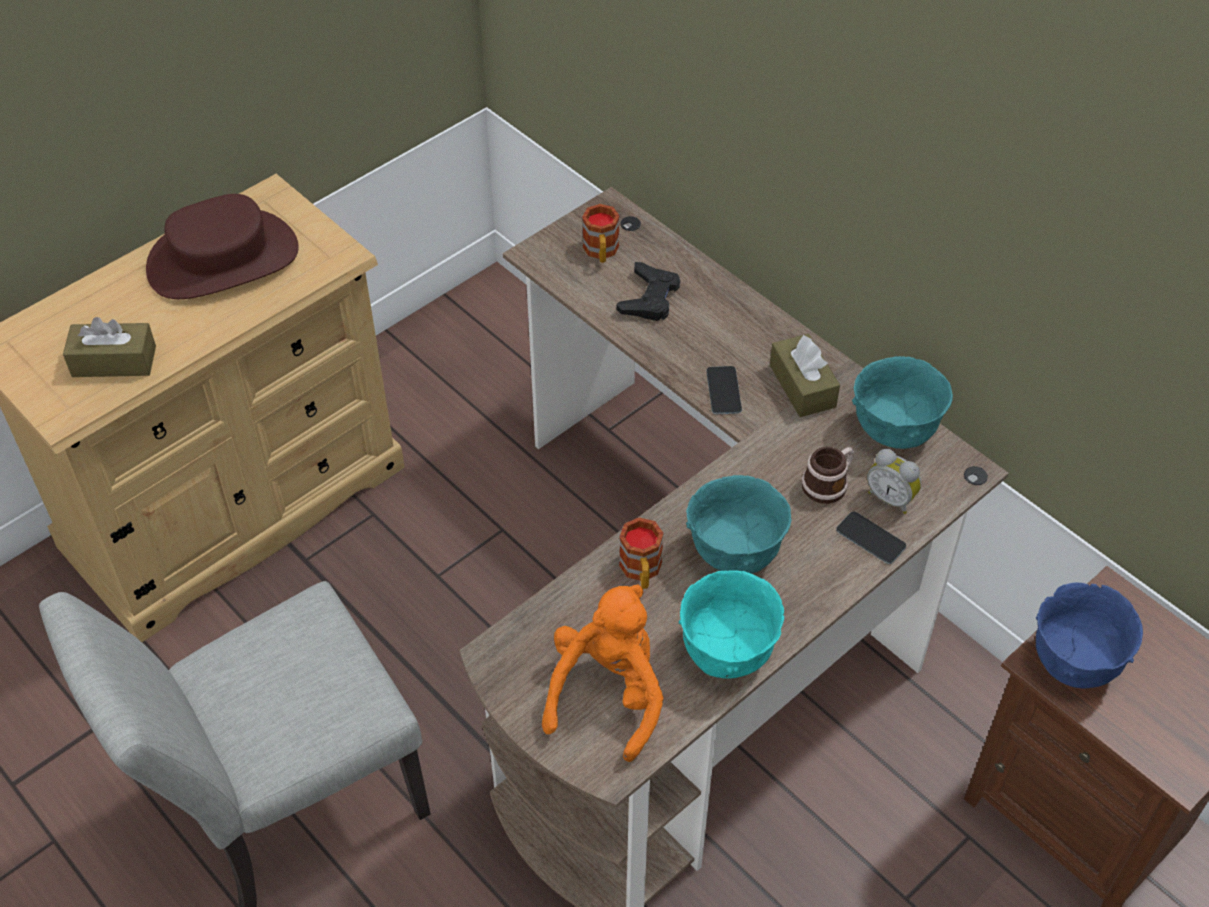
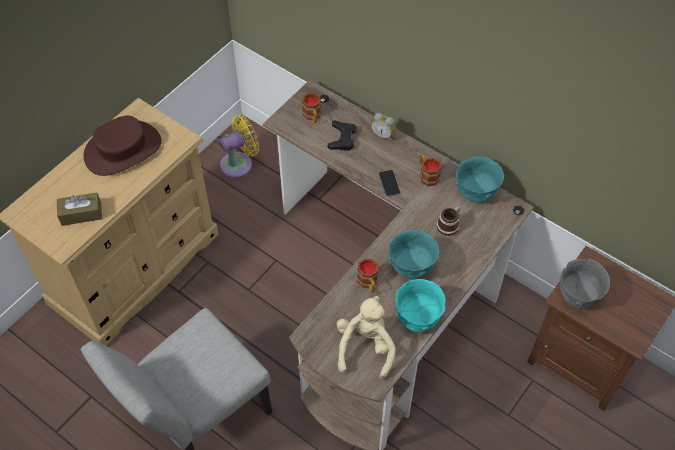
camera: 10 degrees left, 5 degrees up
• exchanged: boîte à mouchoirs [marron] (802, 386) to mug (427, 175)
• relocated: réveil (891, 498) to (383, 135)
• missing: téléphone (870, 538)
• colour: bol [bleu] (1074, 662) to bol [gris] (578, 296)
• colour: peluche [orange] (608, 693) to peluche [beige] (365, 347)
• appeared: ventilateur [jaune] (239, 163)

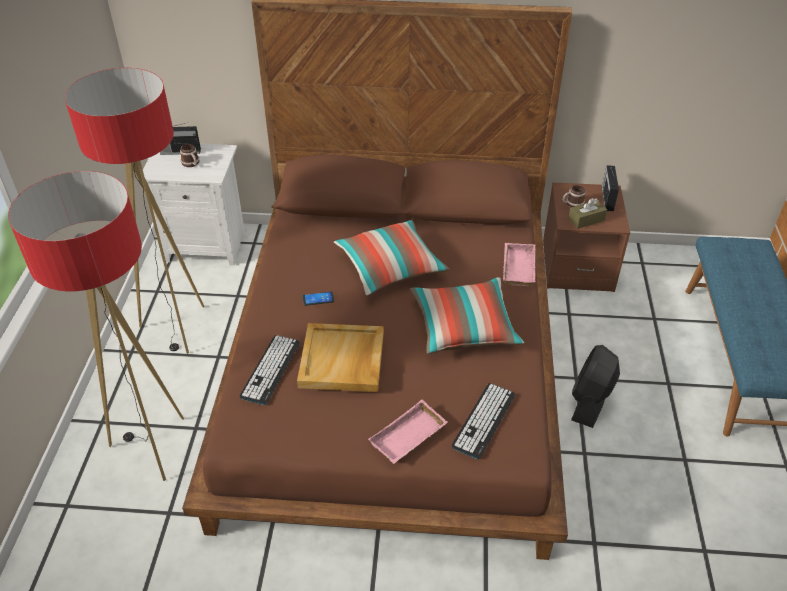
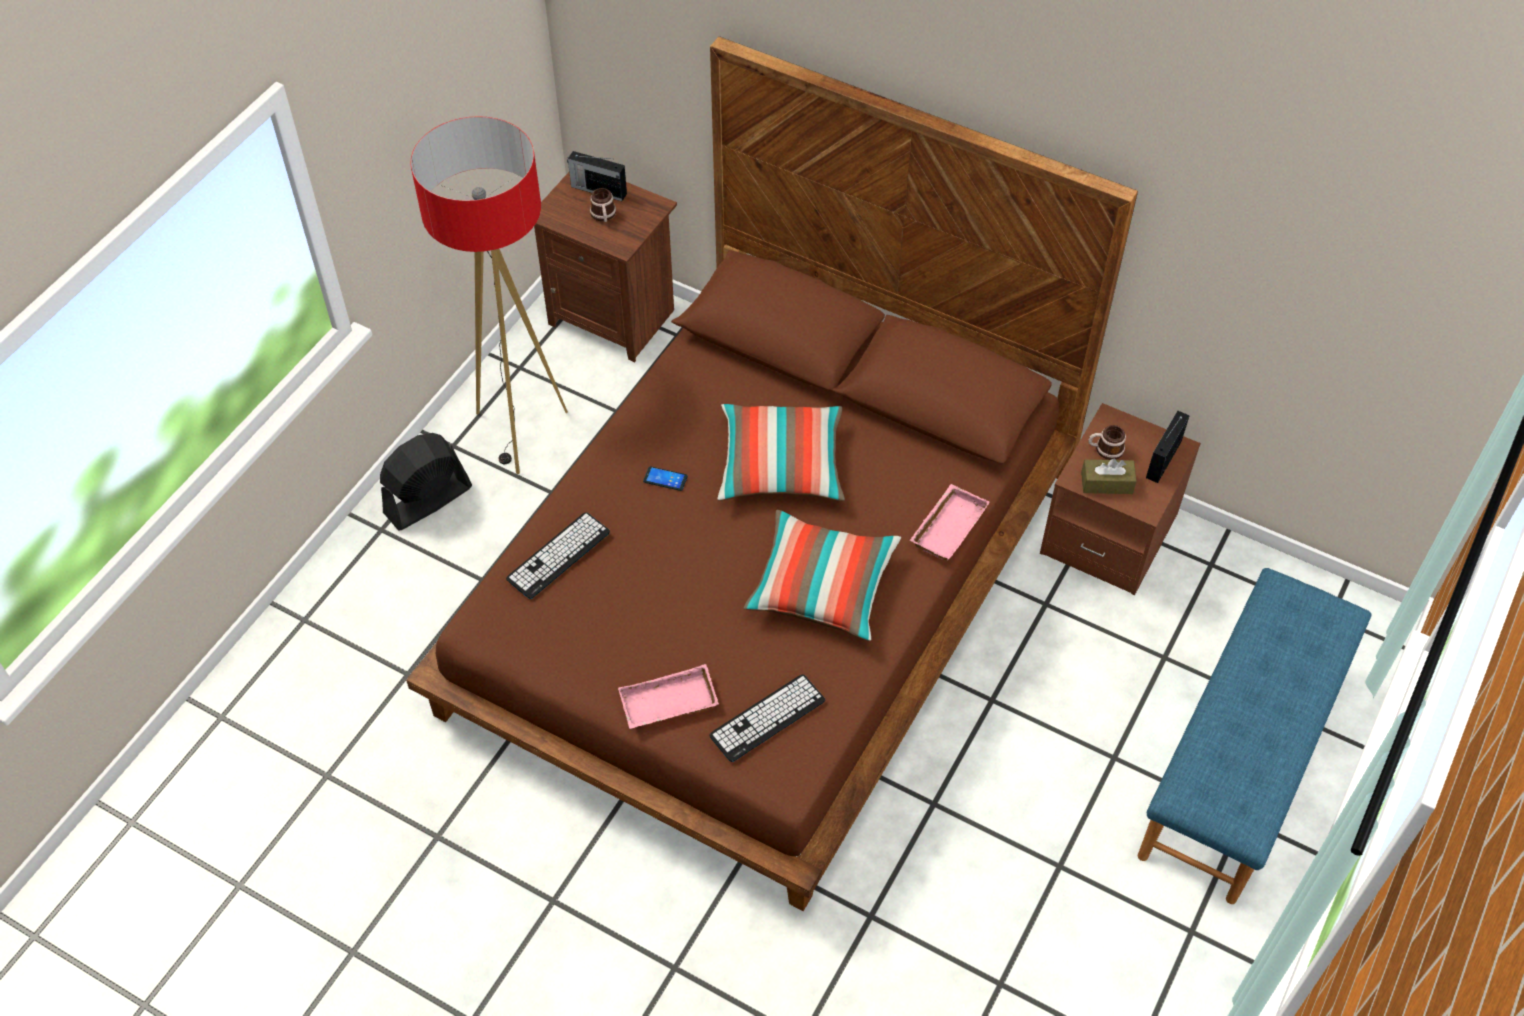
camera: 25 degrees right, 10 degrees up
• colour: table de chevet [blanc] (206, 245) to table de chevet [marron] (613, 316)
• missing: lampadaire (152, 447)
• missing: plateau [beige] (342, 360)
• relocated: ventilateur [noir] (590, 401) to (427, 500)

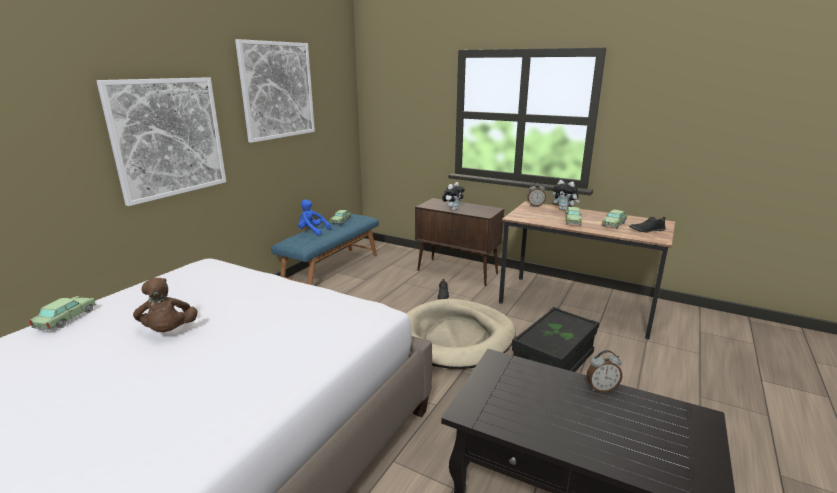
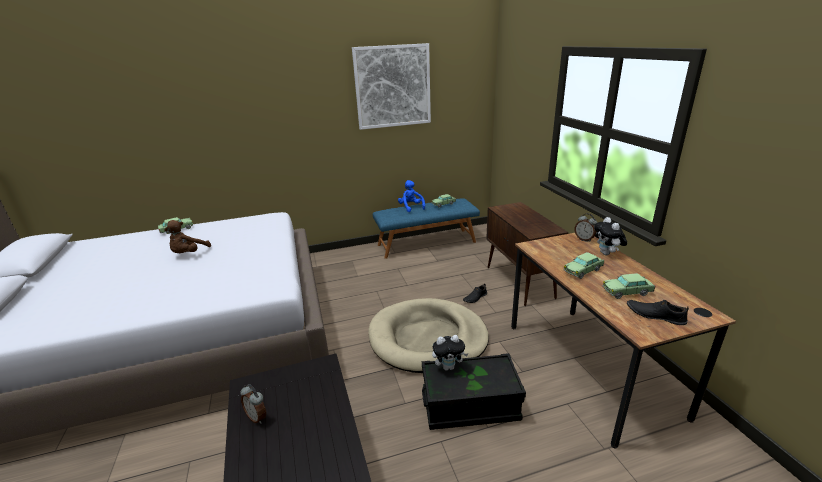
camera: 45 degrees right, 5 degrees up
• missing: tableau (168, 138)
• relocated: peluche (453, 209) to (449, 367)
• relocated: réveil (601, 388) to (257, 417)

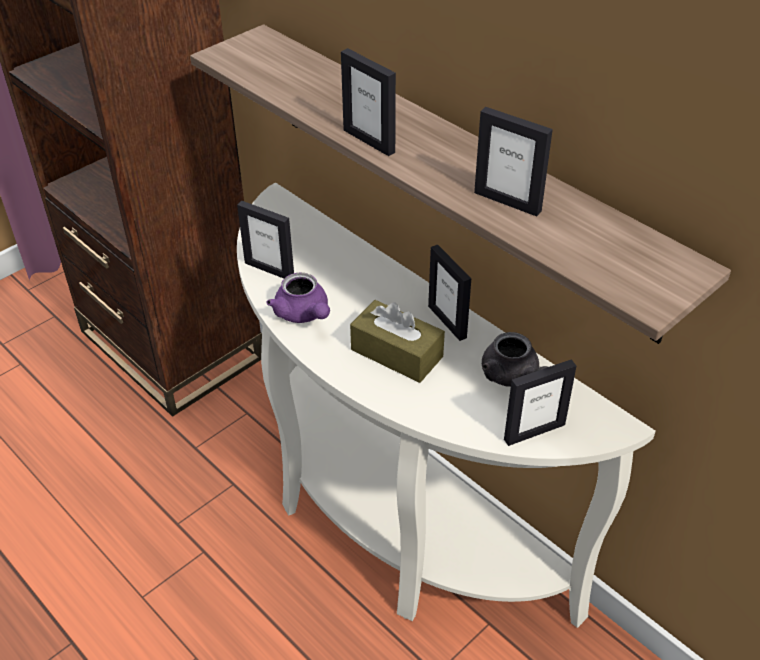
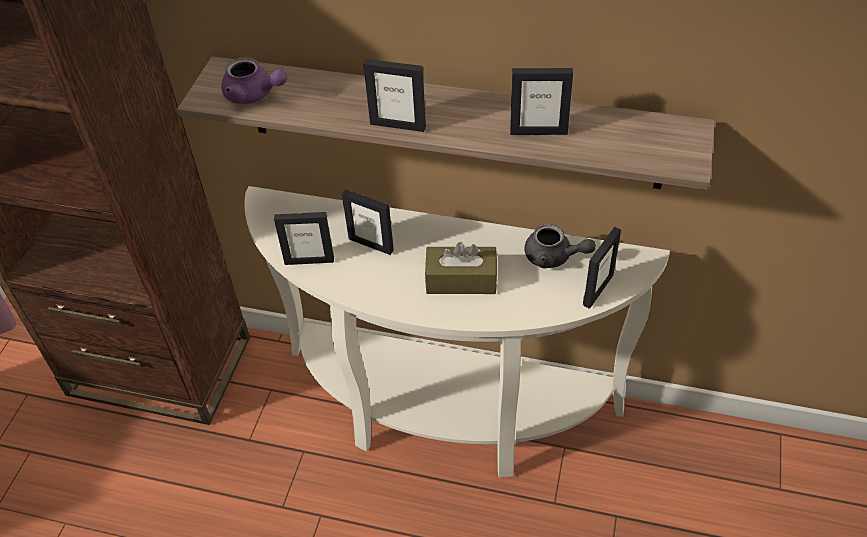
camera: 30 degrees left, 5 degrees up
• relocated: cadre photo (447, 321) to (371, 244)
• relocated: théière [violet] (303, 314) to (254, 95)

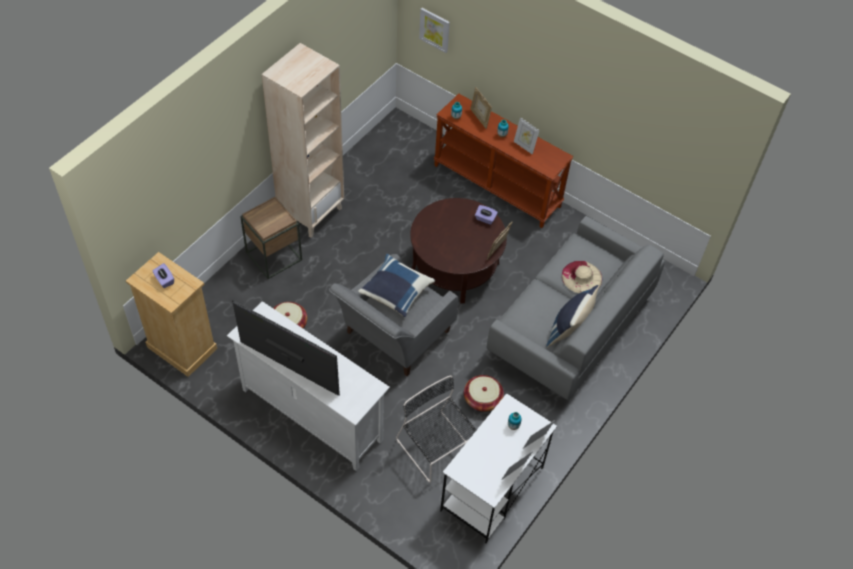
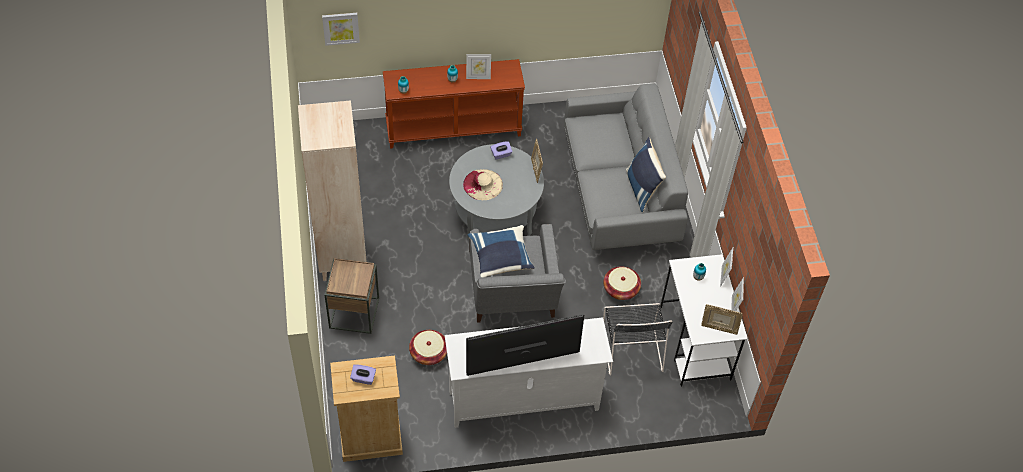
camera: 45 degrees left, 0 degrees up
• relocated: cadre photo (479, 118) to (719, 328)
• colour: table basse [marron] (455, 267) to table basse [gris] (495, 212)
• relocated: chapeau [beige] (581, 277) to (483, 184)
• spun: chaise [noir] (437, 448) = (631, 348) 105 degrees counterclockwise

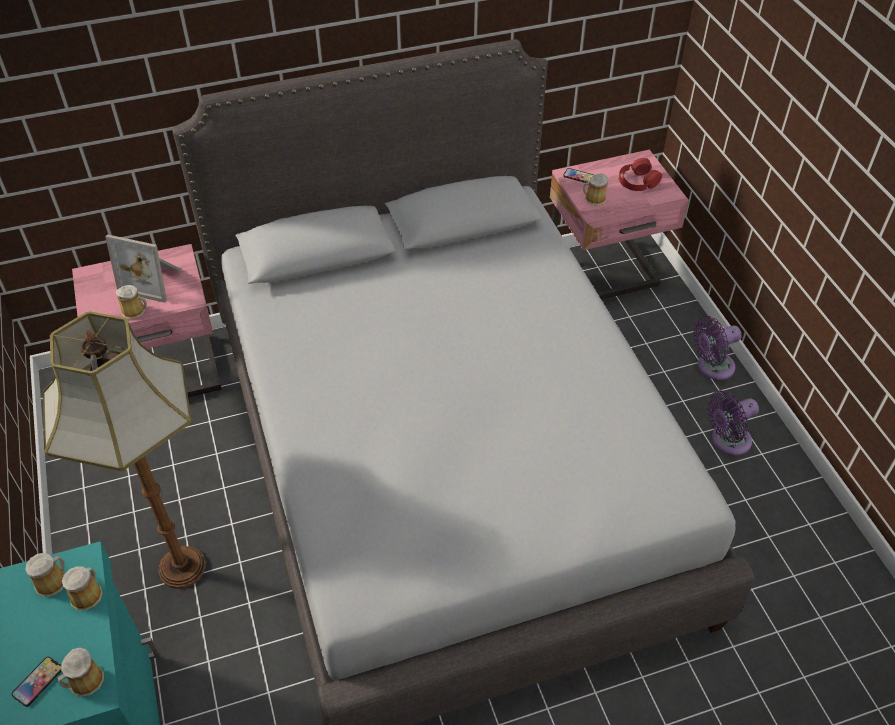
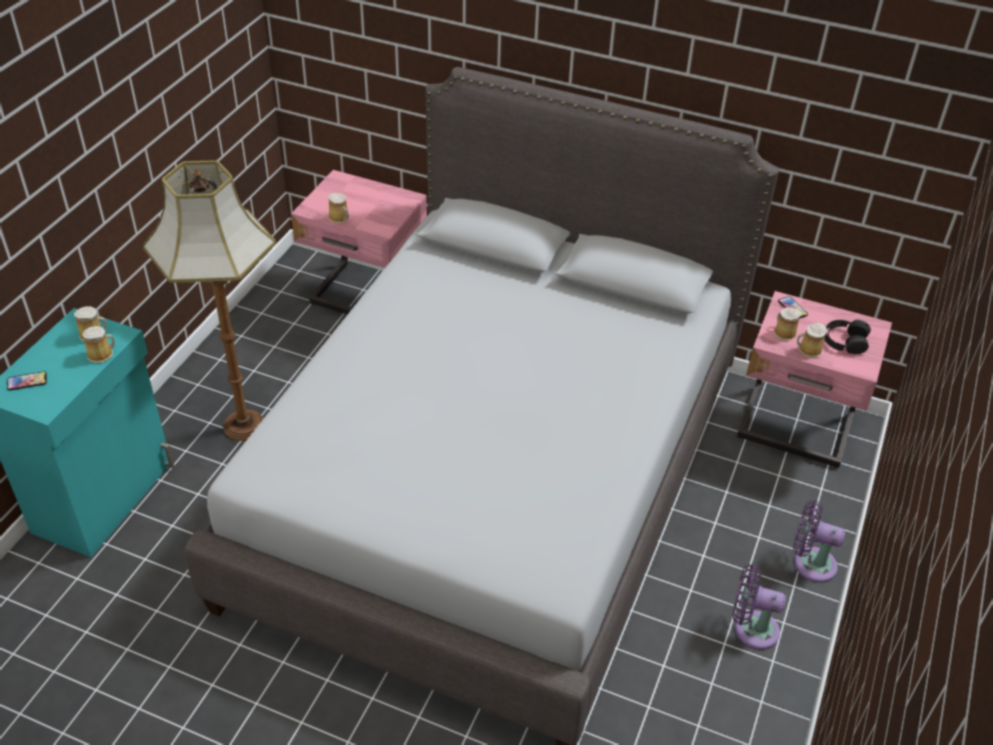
camera: 40 degrees right, 5 degrees down
• colour: casque audio [rouge] (637, 181) to casque audio [noir] (845, 341)
• missing: cadre photo (153, 280)
• relocated: mug (84, 682) to (808, 350)

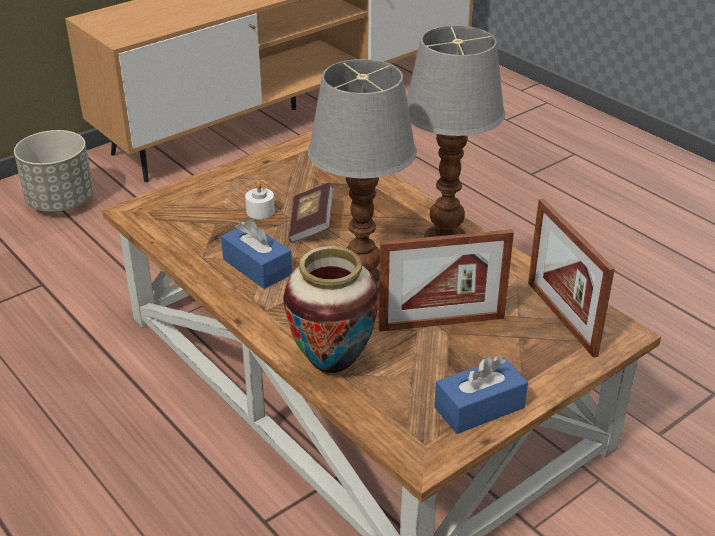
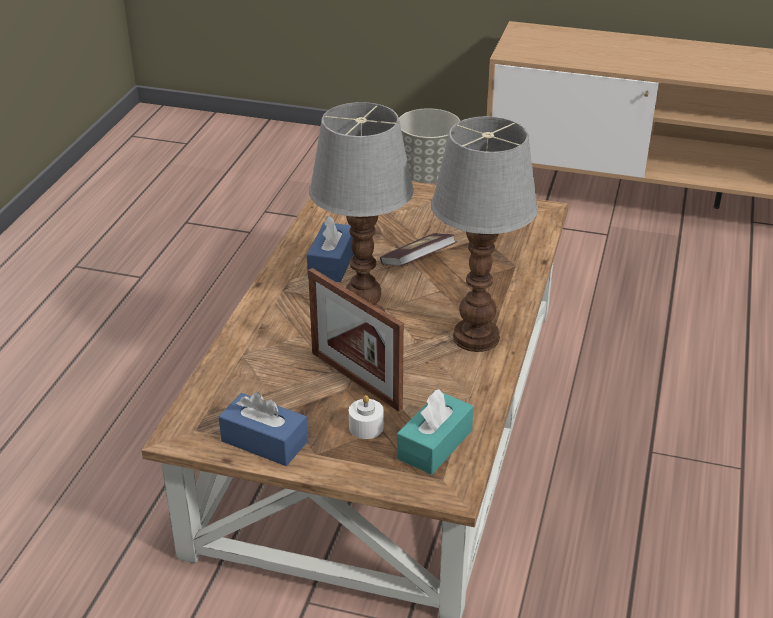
camera: 55 degrees right, 0 degrees up
• relocated: bougie [blanc] (260, 211) to (366, 427)
• exchanged: cadre photo (561, 318) to boîte à mouchoirs [turquoise] (435, 444)
• missing: vase (332, 366)

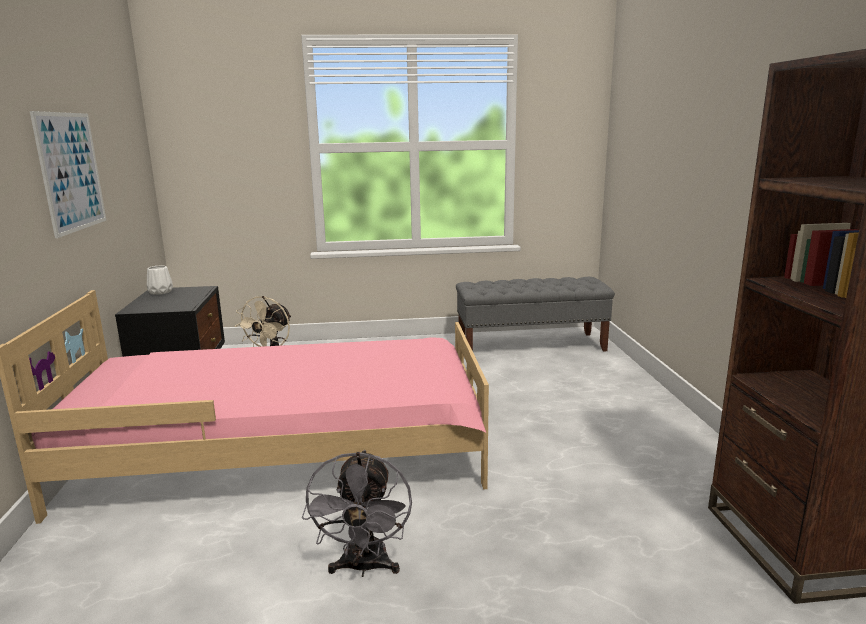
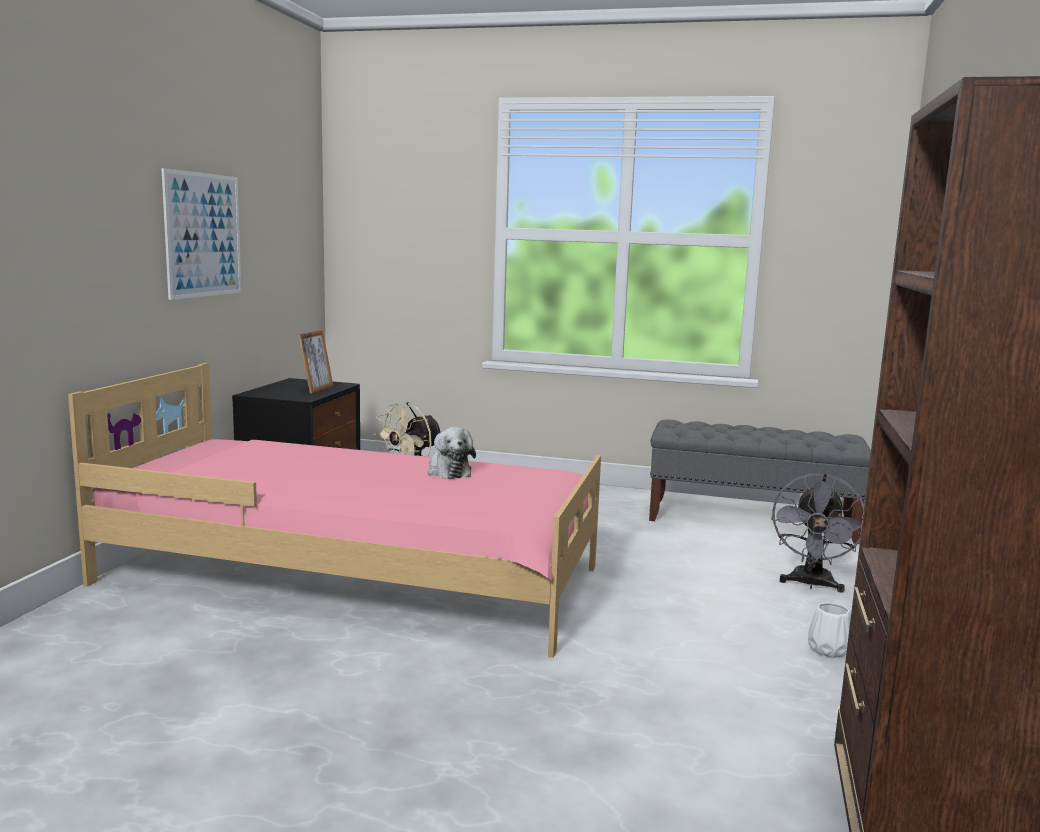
camera: 20 degrees right, 5 degrees down
• relocated: vase [blanc] (160, 292) to (828, 650)
• relocated: ventilateur [gris] (364, 567) to (811, 584)
• appeared: cadre photo (316, 389)
• appeared: peluche (448, 471)

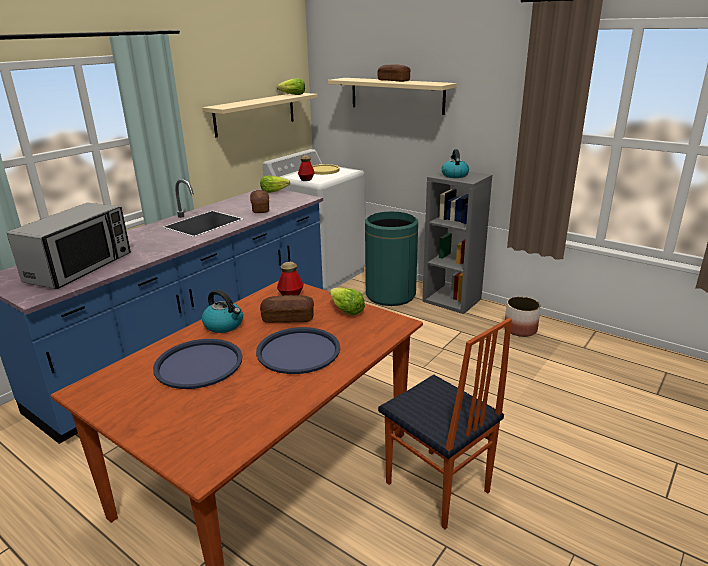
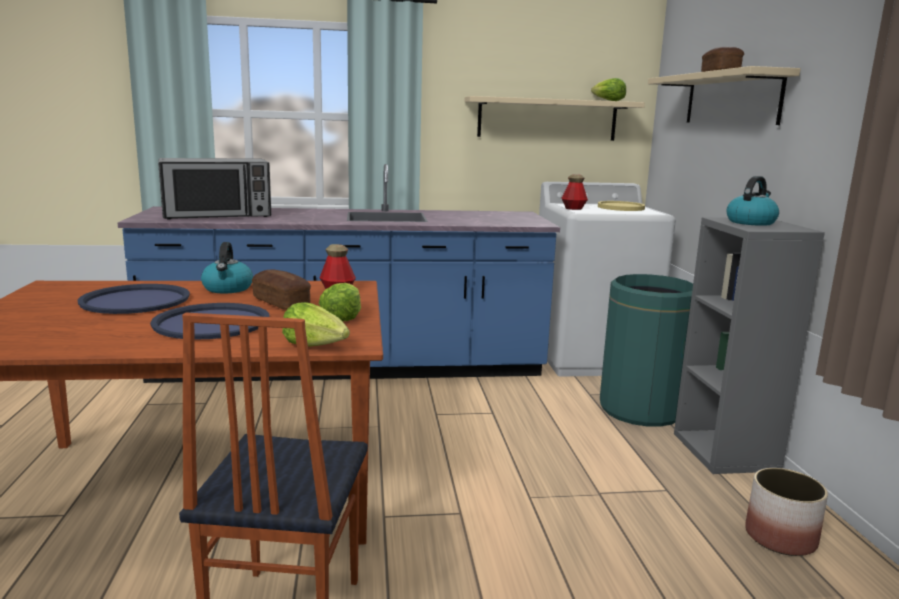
camera: 45 degrees right, 10 degrees down
• relocated: laitue (274, 191) to (315, 345)
• missing: pain (260, 208)

